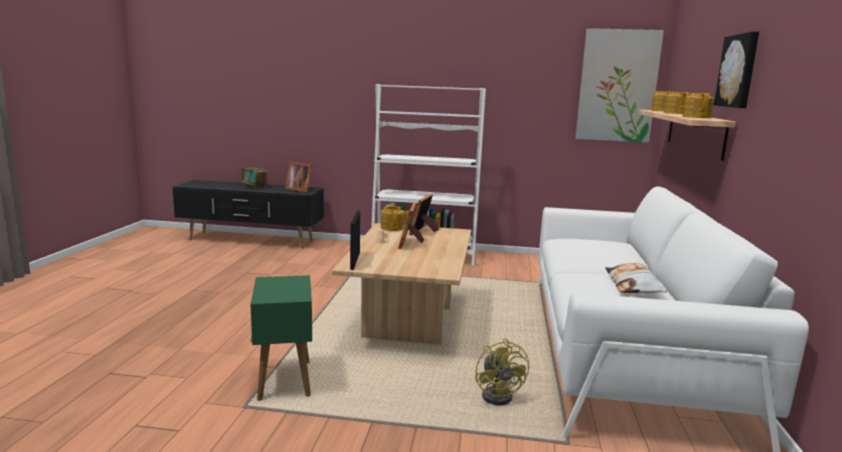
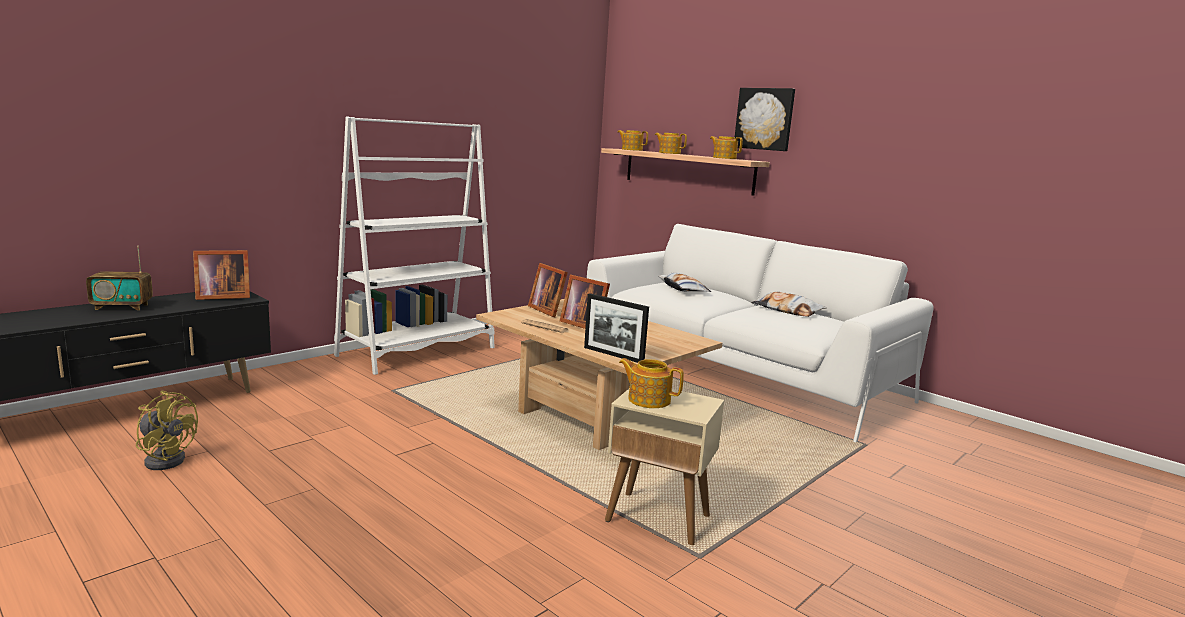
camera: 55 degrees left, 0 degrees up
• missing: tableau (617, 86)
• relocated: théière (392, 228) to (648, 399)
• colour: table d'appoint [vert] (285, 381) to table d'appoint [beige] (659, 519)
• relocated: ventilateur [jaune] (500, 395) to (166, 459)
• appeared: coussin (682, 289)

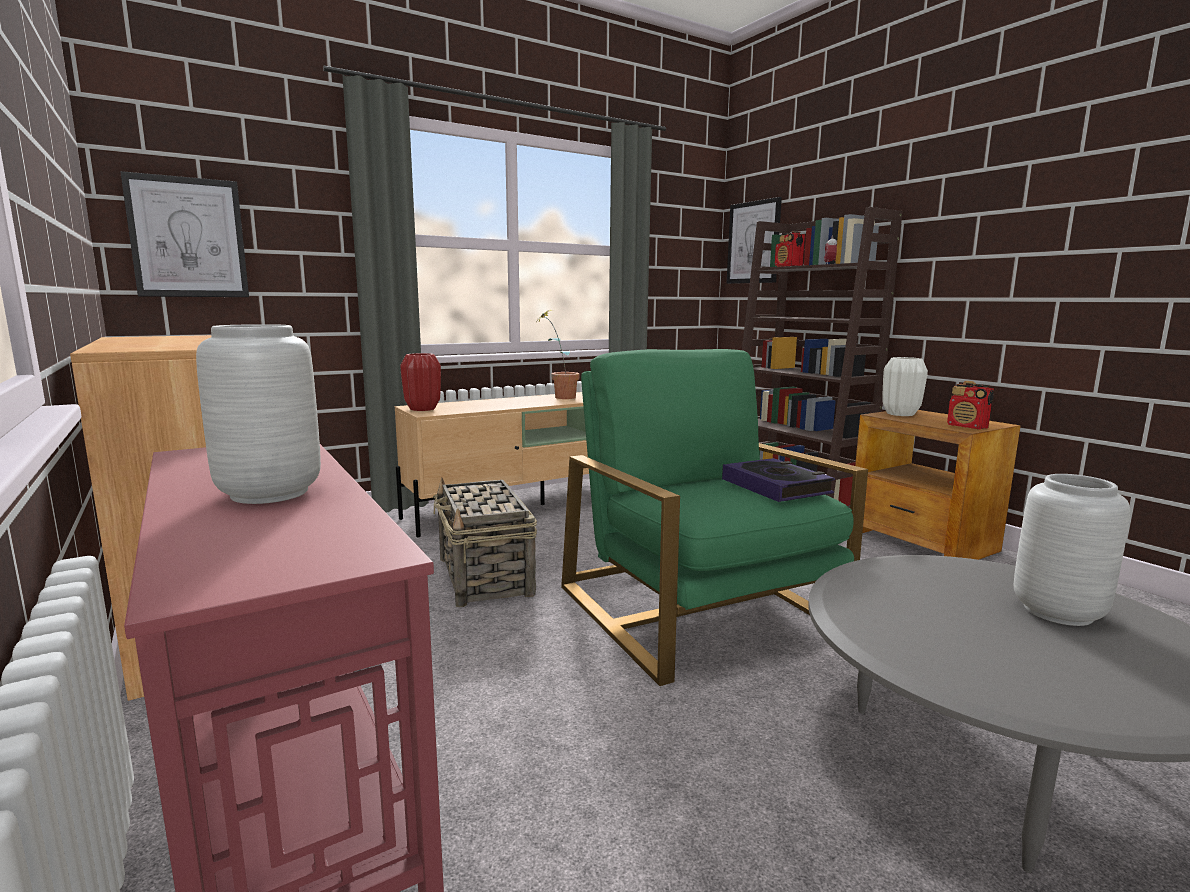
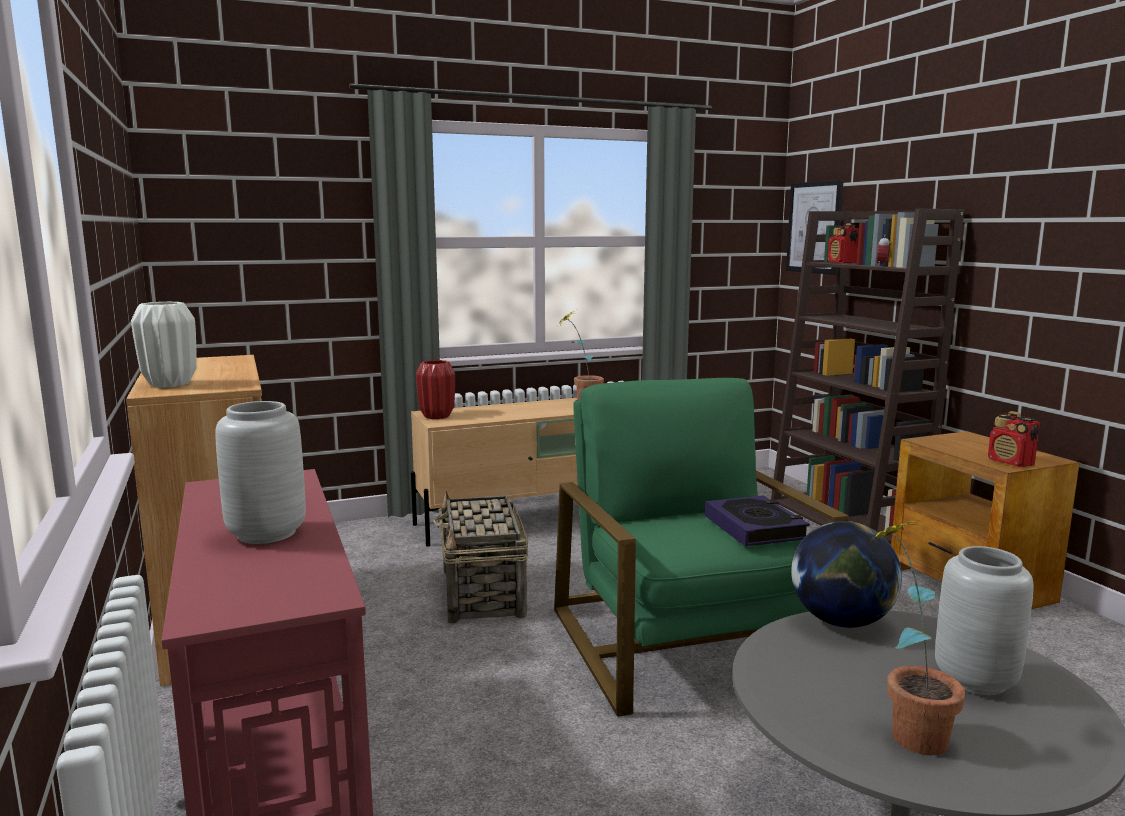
camera: 10 degrees right, 0 degrees up
• missing: tableau (188, 238)
• relocated: vase [blanc] (900, 414) to (169, 384)
• appeared: plante en pot (905, 730)
• appeared: globe (841, 621)

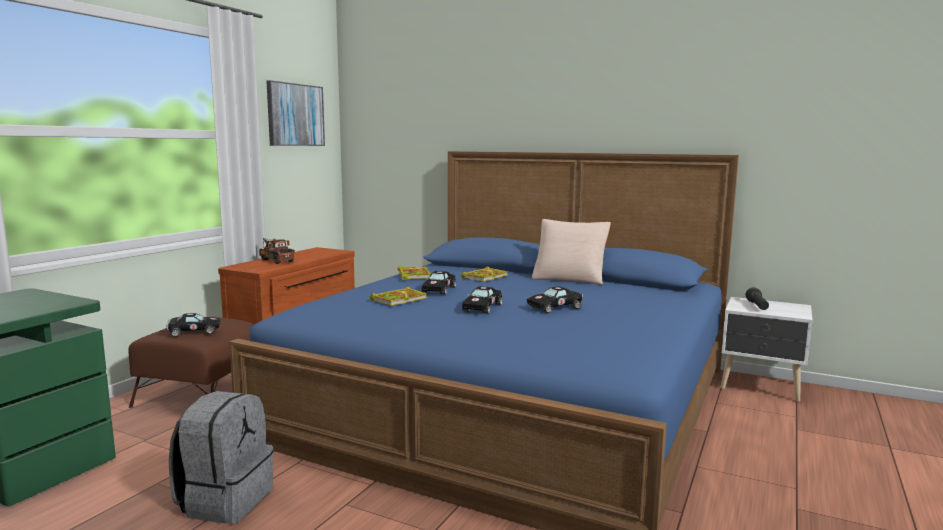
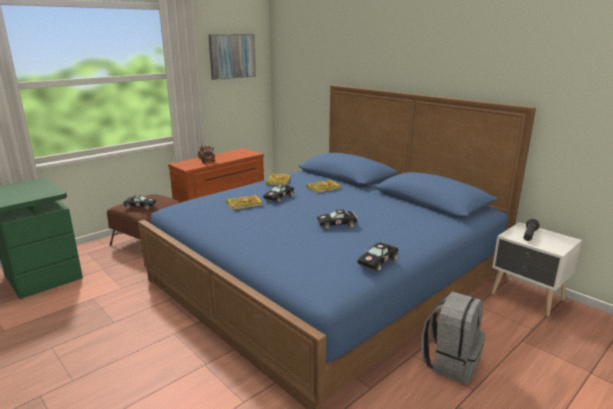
camera: 20 degrees right, 10 degrees up
• missing: coussin [beige] (570, 278)
• relocated: petite voiture [noir] (482, 307) to (378, 261)
• relocated: sac à dos [gris] (225, 500) to (451, 362)

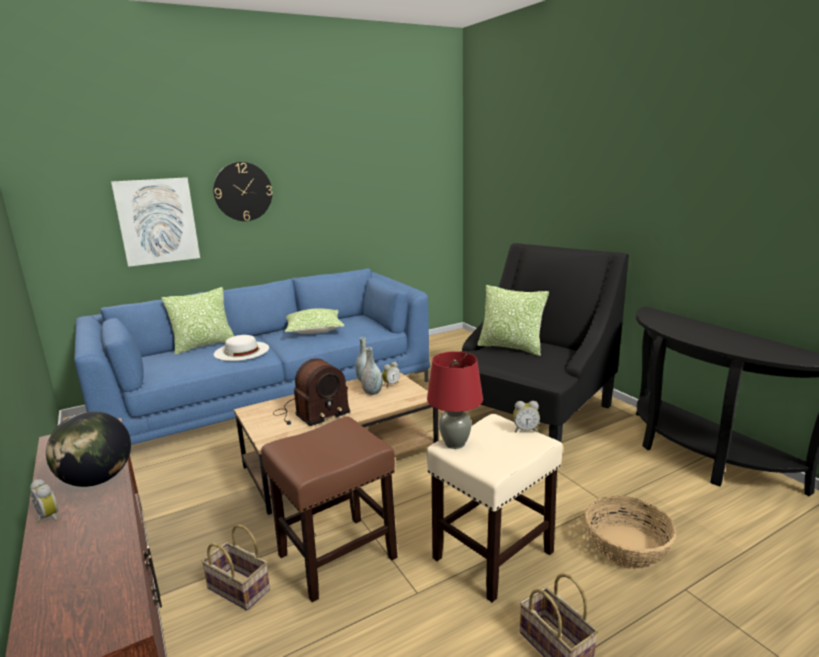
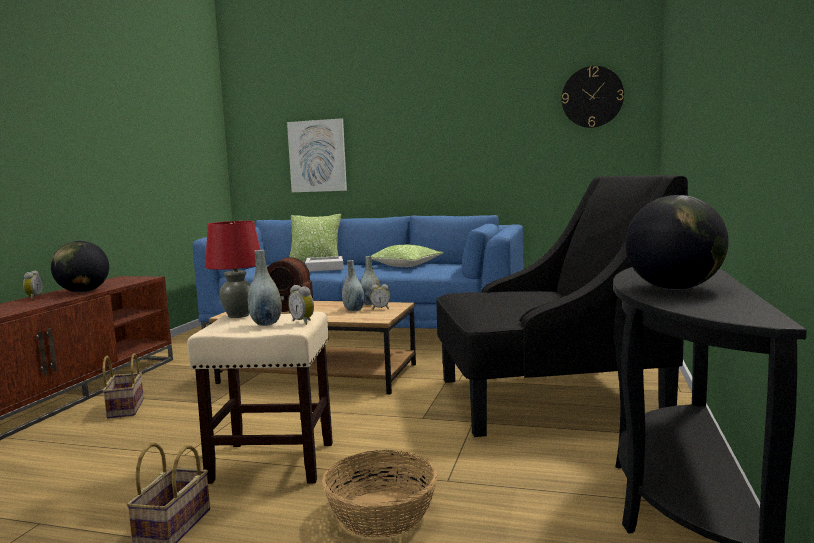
camera: 45 degrees right, 10 degrees down
• relocated: horloge murale (243, 191) to (592, 97)
• missing: coussin (511, 347)
• exchanged: chapeau [blanc] (241, 351) to plateau [gris] (324, 268)
• missing: tabouret [marron] (336, 557)
• appeared: globe (674, 288)
• appeared: vase [gris] (266, 323)

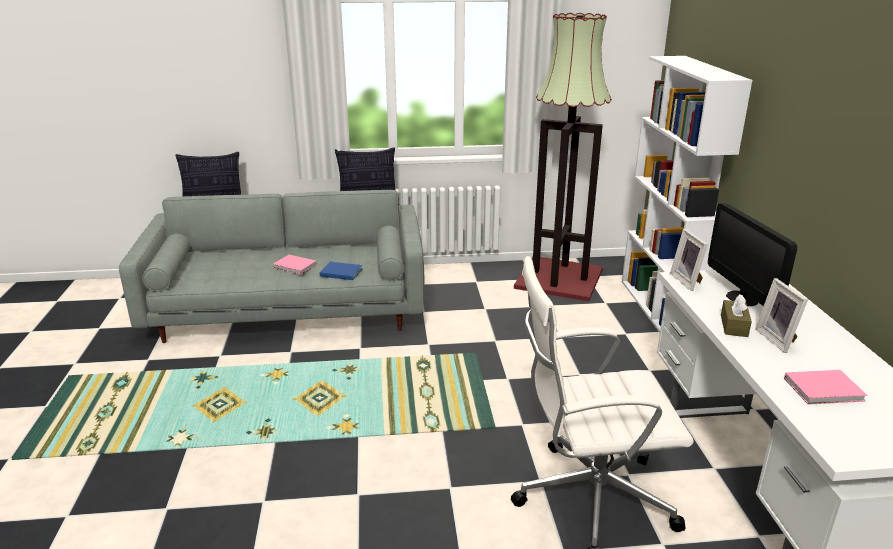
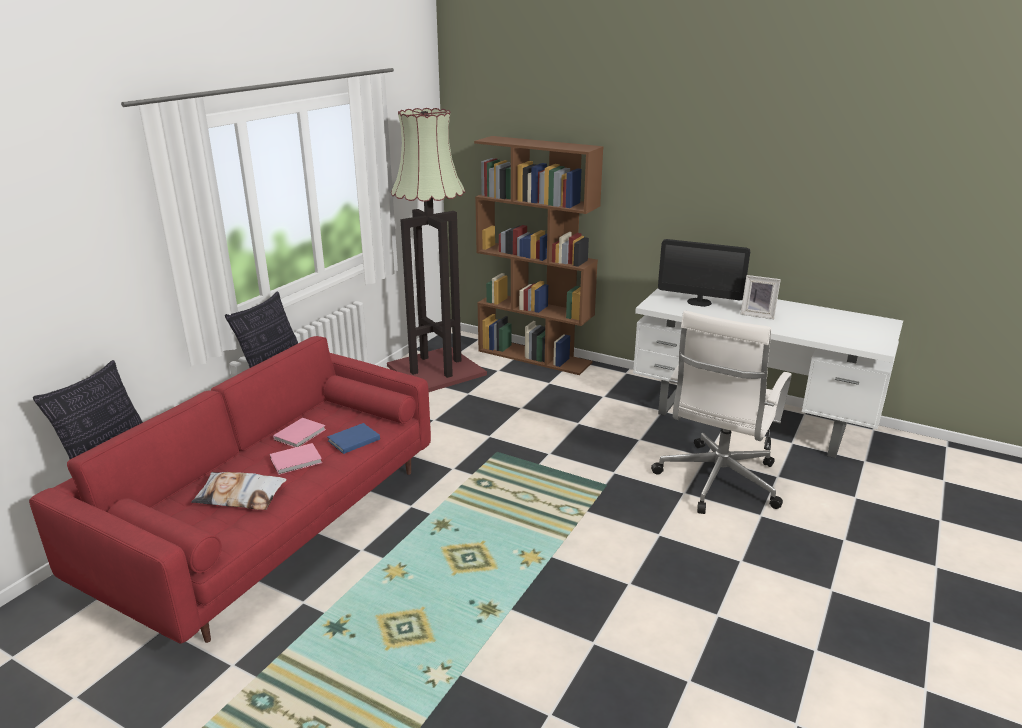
camera: 55 degrees left, 0 degrees up
• colour: bibliothèque [blanc] (660, 309) to bibliothèque [marron] (535, 356)
• colour: canapé [gris] (289, 308) to canapé [rouge] (270, 523)
• missing: cadre photo (688, 281)
• missing: boîte à mouchoirs [marron] (734, 326)
• relocated: livre [rose] (825, 390) to (301, 434)
• appeared: coussin (240, 496)

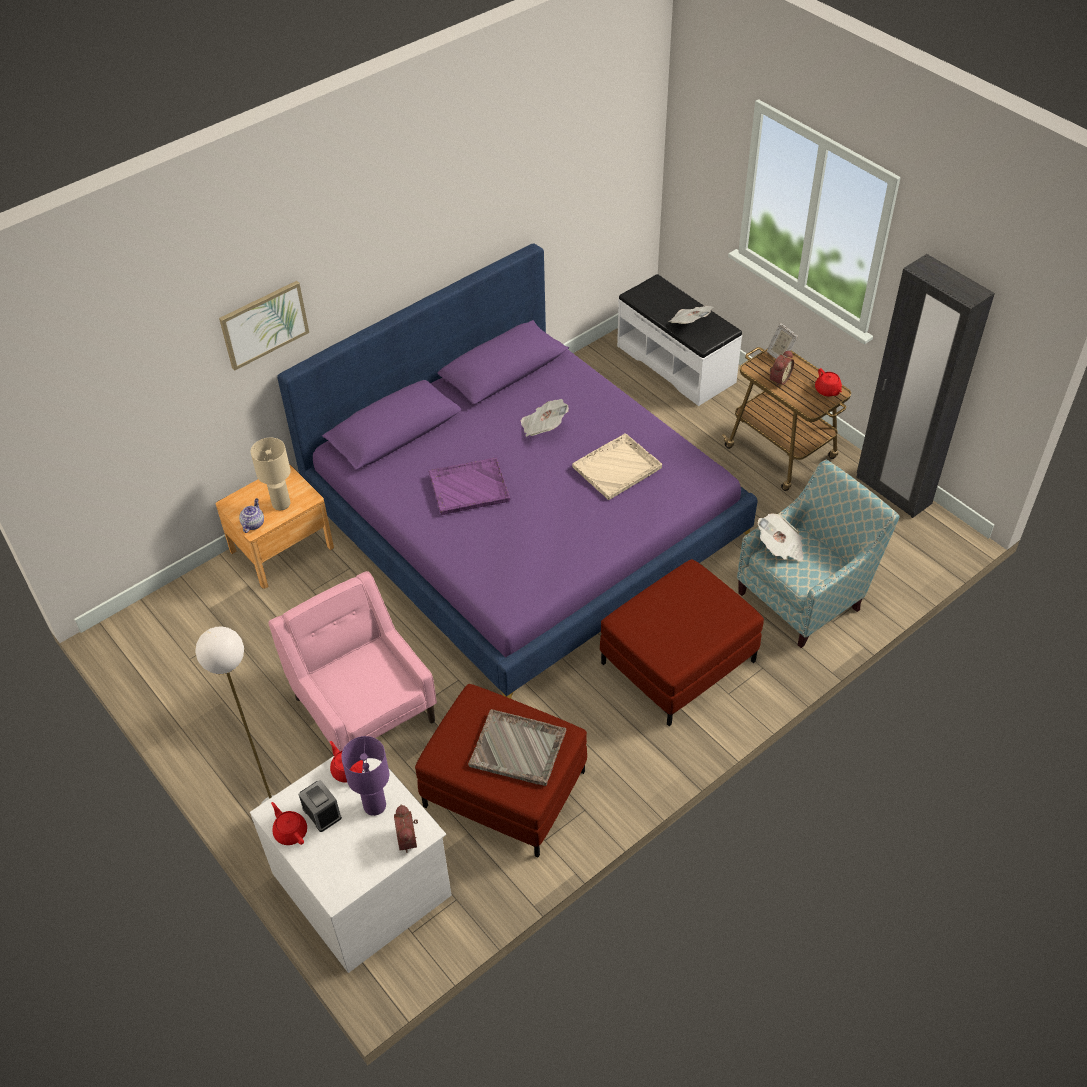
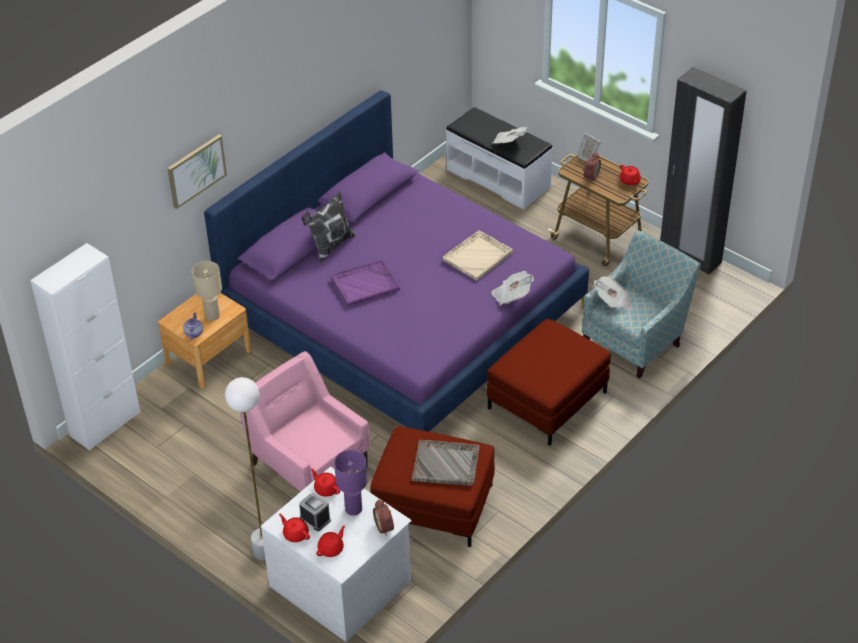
camera: 10 degrees left, 5 degrees down
• relocated: journal (543, 427) to (511, 296)
• appeared: coussin (330, 246)
• appeared: meuble de rangement [blanc] (105, 424)
• appeared: théière [rouge] (331, 549)

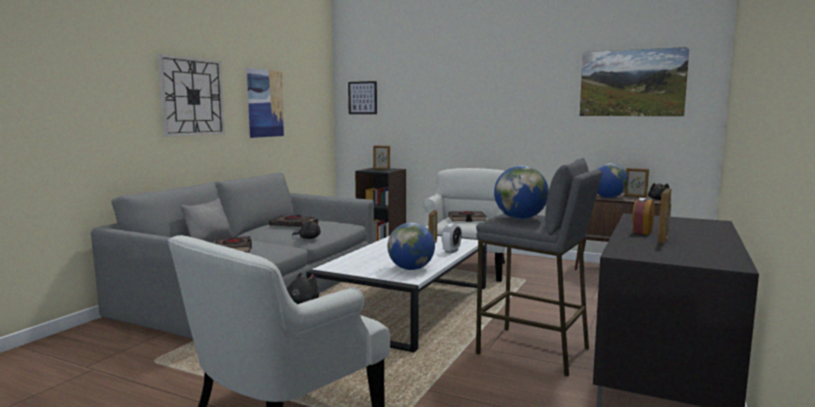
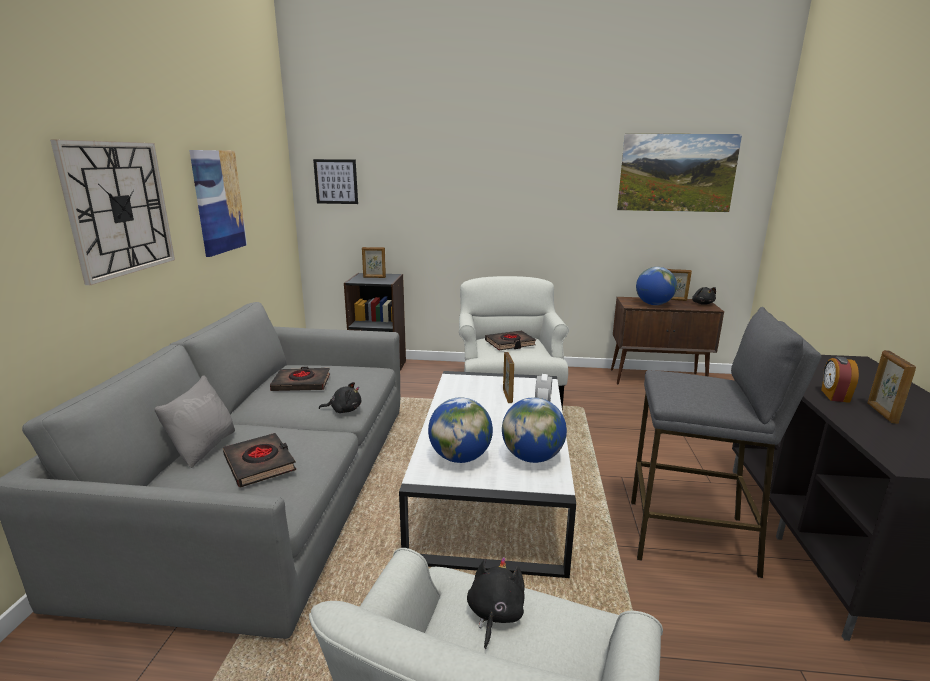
camera: 20 degrees left, 10 degrees up
• relocated: globe (520, 218) to (460, 457)

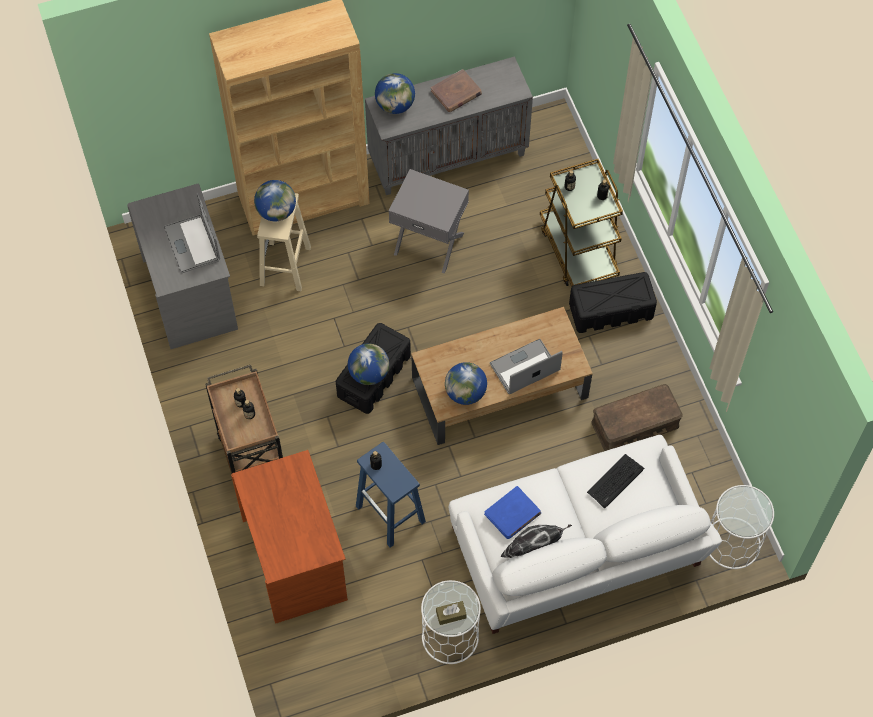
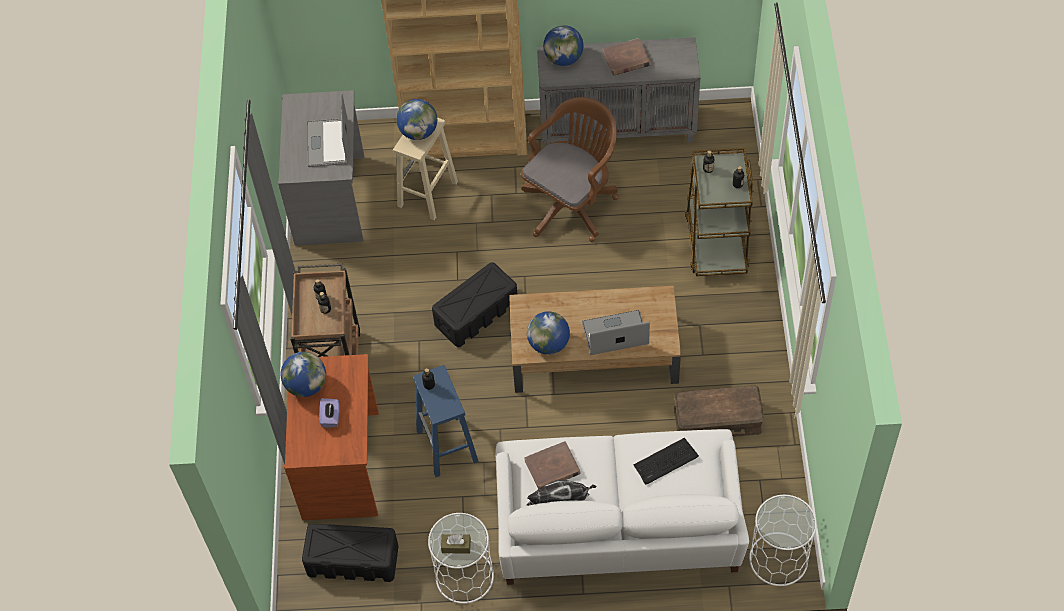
camera: 20 degrees right, 5 degrees down
• exchanged: table d'appoint [gris] (429, 243) to chaise de bureau [marron] (572, 203)
• relocated: boîte de rangement [noir] (611, 310) to (353, 560)
• relocated: globe (369, 373) to (306, 385)
• colour: livre [bleu] (512, 514) to livre [marron] (552, 468)
• appeared: boîte à mouchoirs [violet] (331, 417)

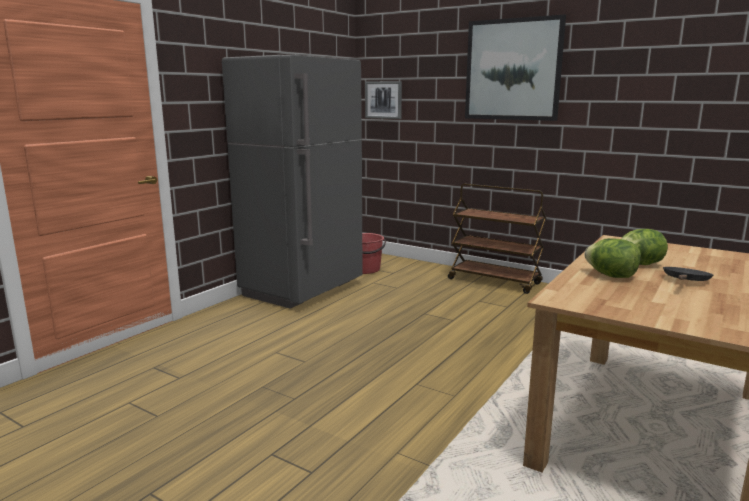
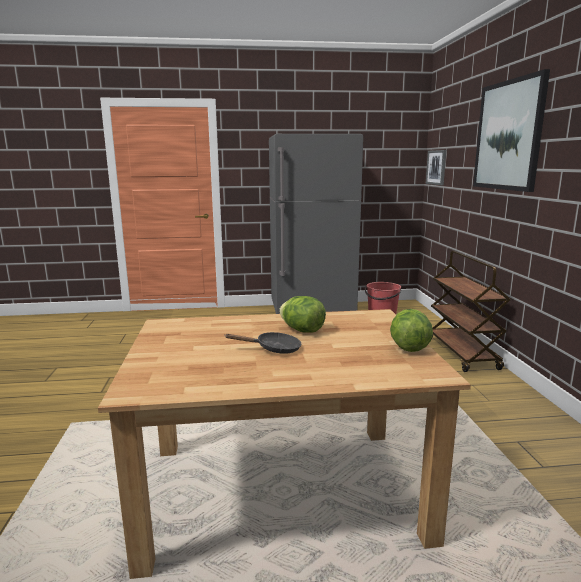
camera: 50 degrees right, 0 degrees up
• relocated: laitue (611, 276) to (409, 347)

